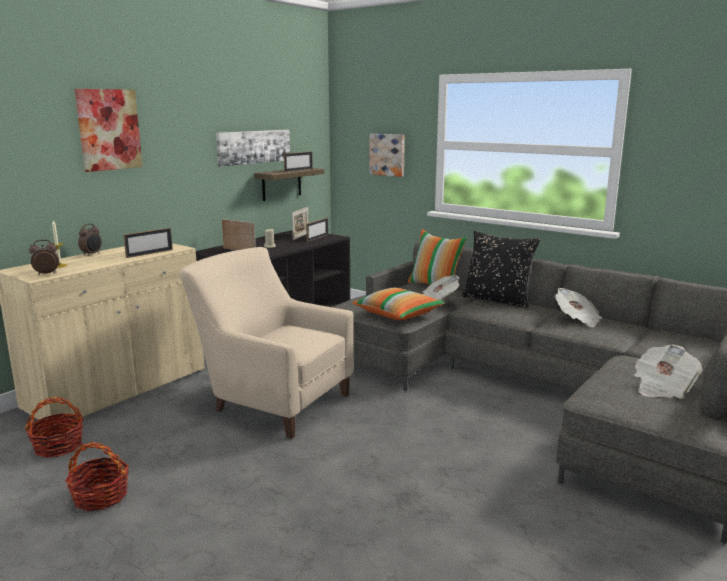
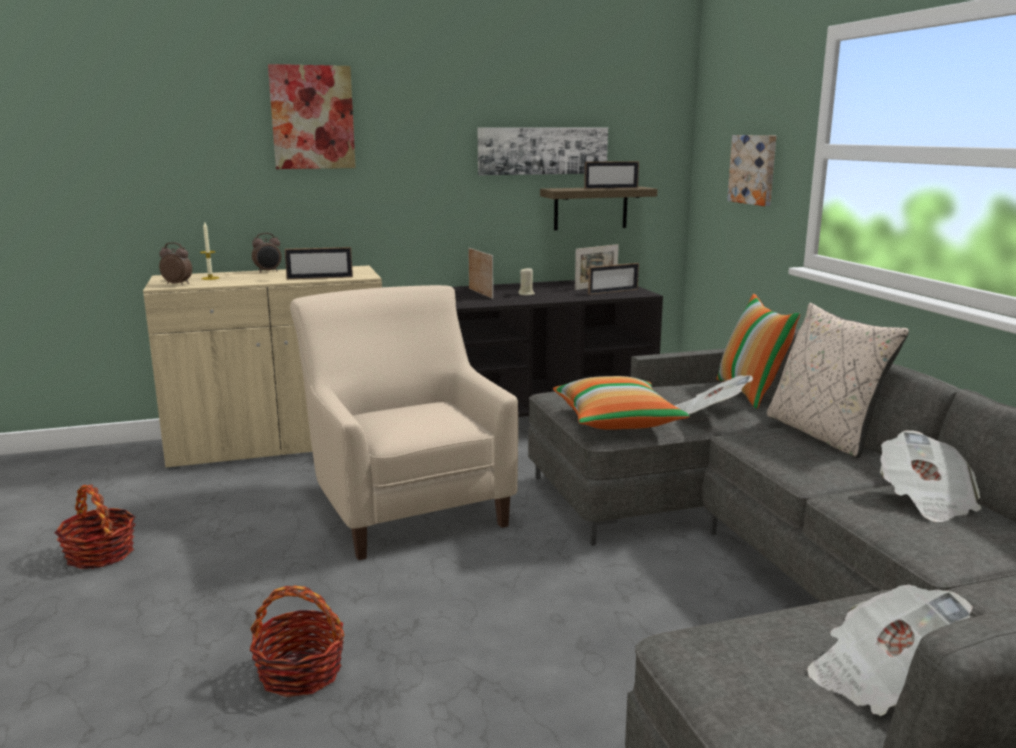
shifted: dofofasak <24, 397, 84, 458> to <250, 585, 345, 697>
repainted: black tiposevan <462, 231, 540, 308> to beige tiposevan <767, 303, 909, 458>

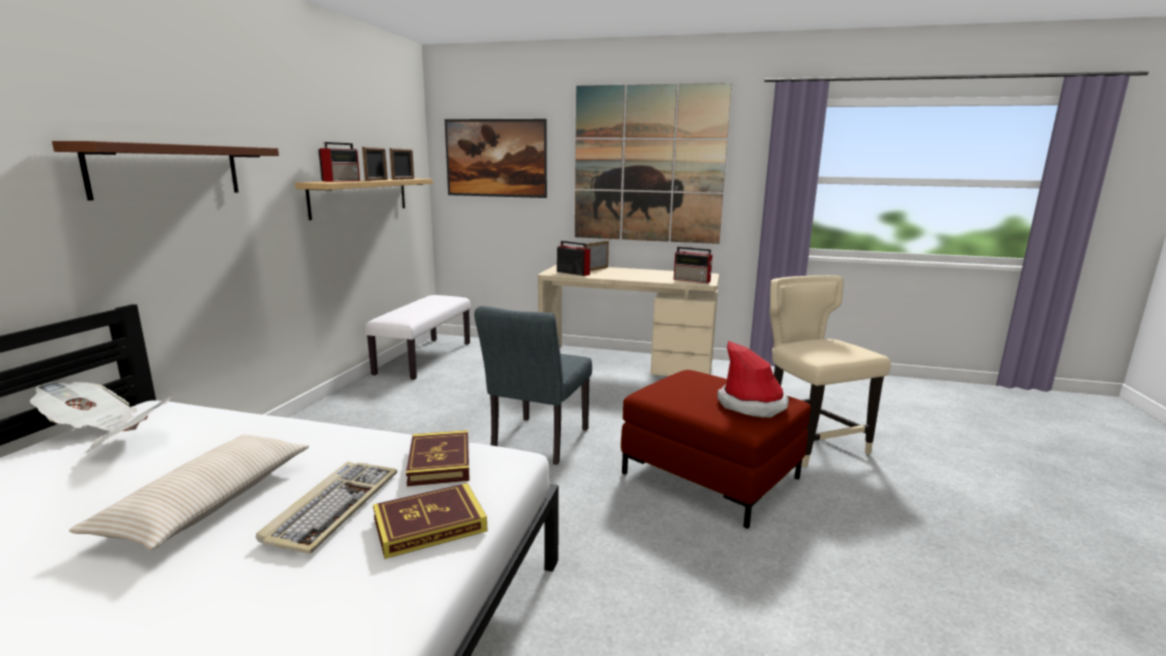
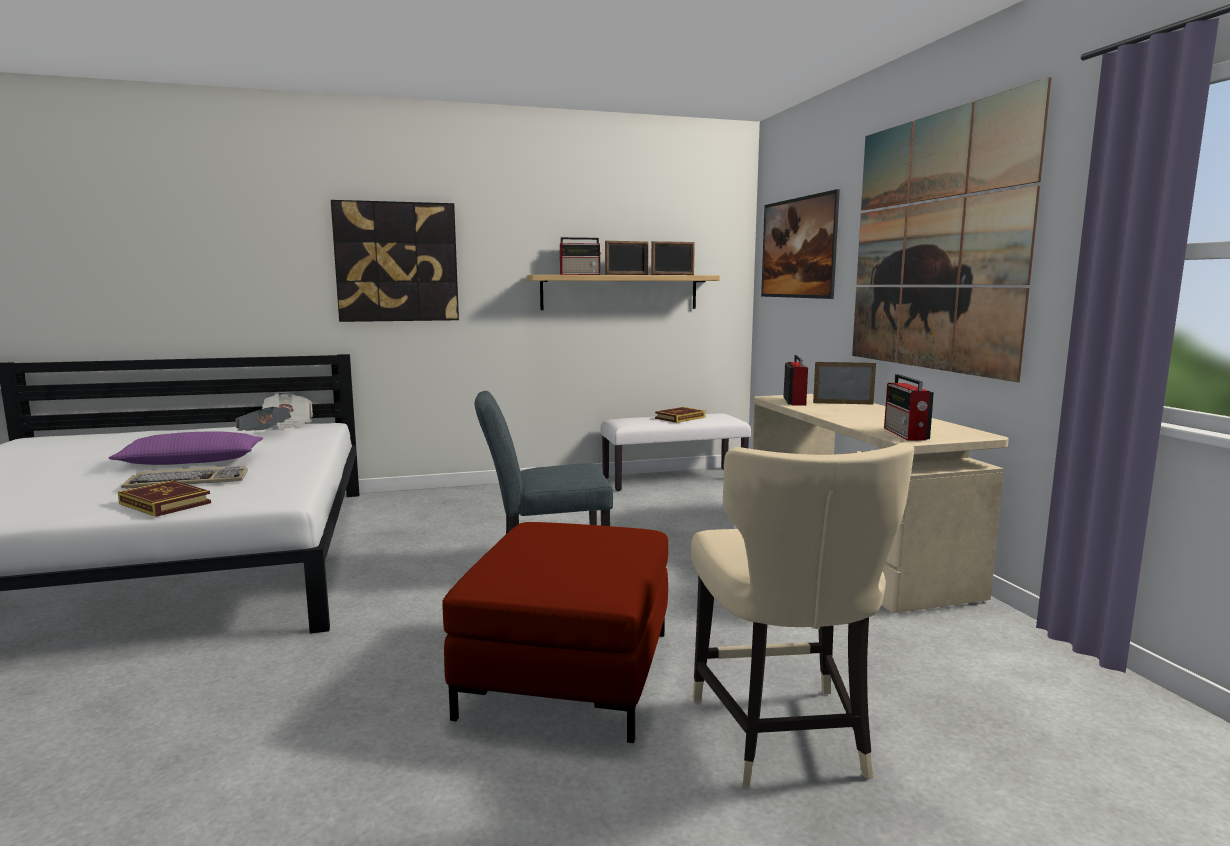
gone: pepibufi <717, 341, 789, 418>
shifted: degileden <406, 430, 470, 486> to <655, 407, 705, 423>
swapped: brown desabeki <52, 141, 279, 201> to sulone <331, 200, 459, 322>
repainted: beige tiposevan <69, 435, 309, 550> to purple tiposevan <108, 432, 263, 465>
rotated: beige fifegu <769, 275, 891, 467> = <691, 443, 914, 788> 135 degrees clockwise

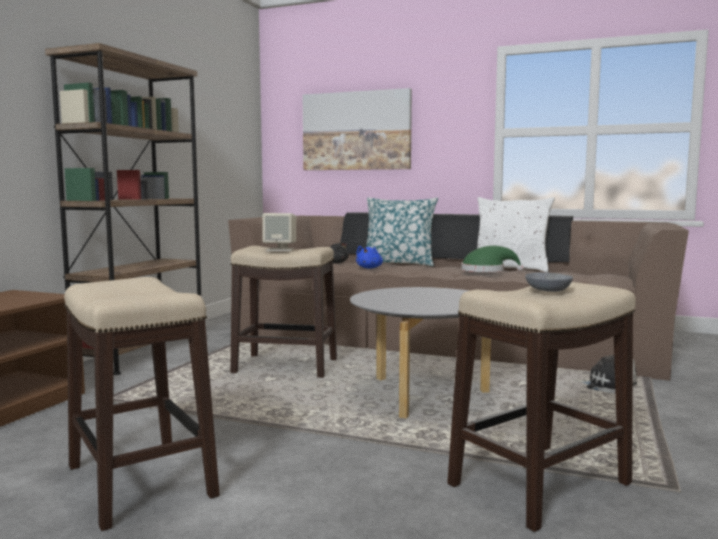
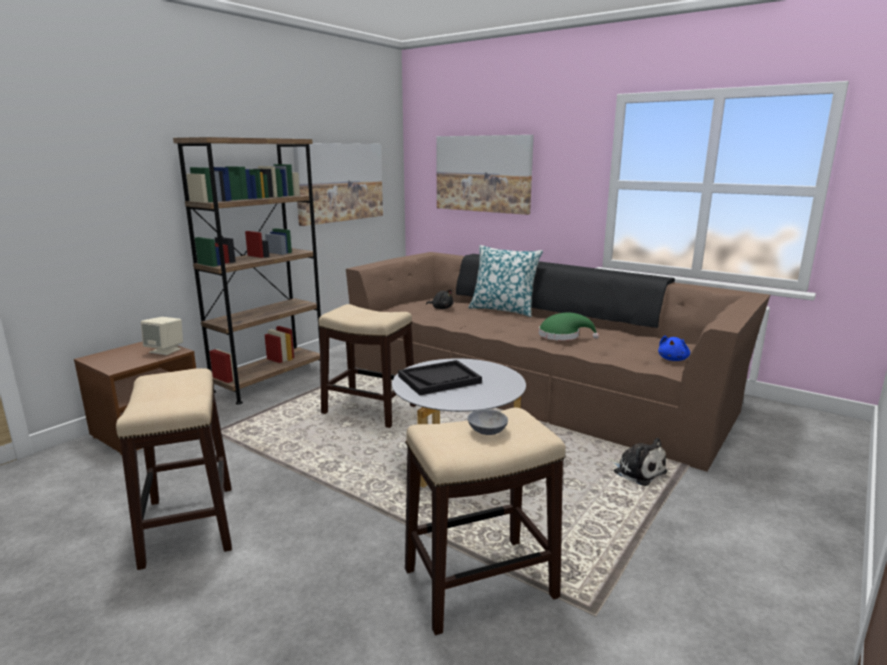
gone: white tiposevan <477, 197, 555, 272>
new: sulone <293, 143, 383, 226>; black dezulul <398, 360, 482, 395>
shifted: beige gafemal <262, 213, 296, 251> to <141, 317, 183, 355>; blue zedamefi <356, 246, 383, 269> to <658, 336, 690, 361>

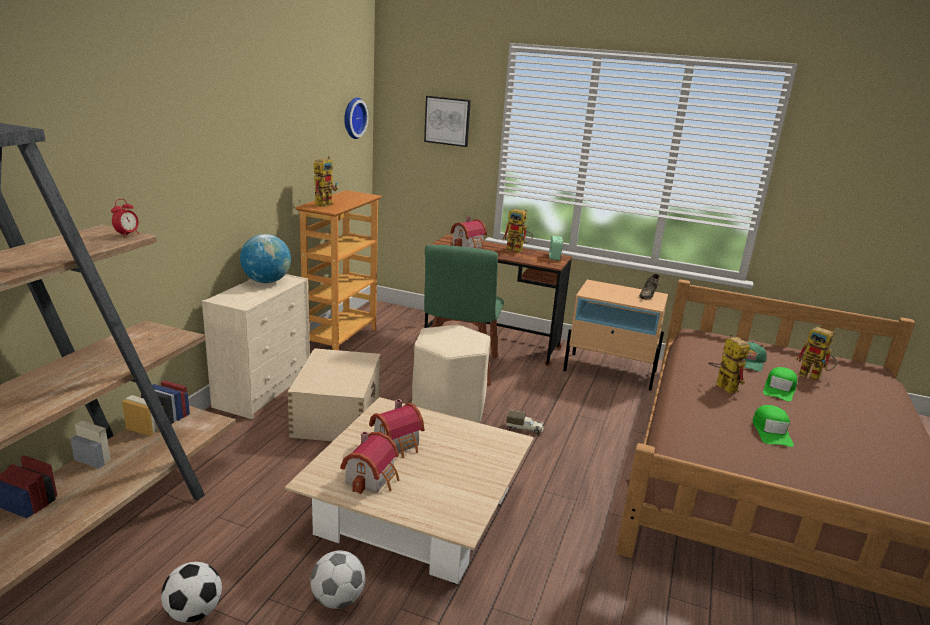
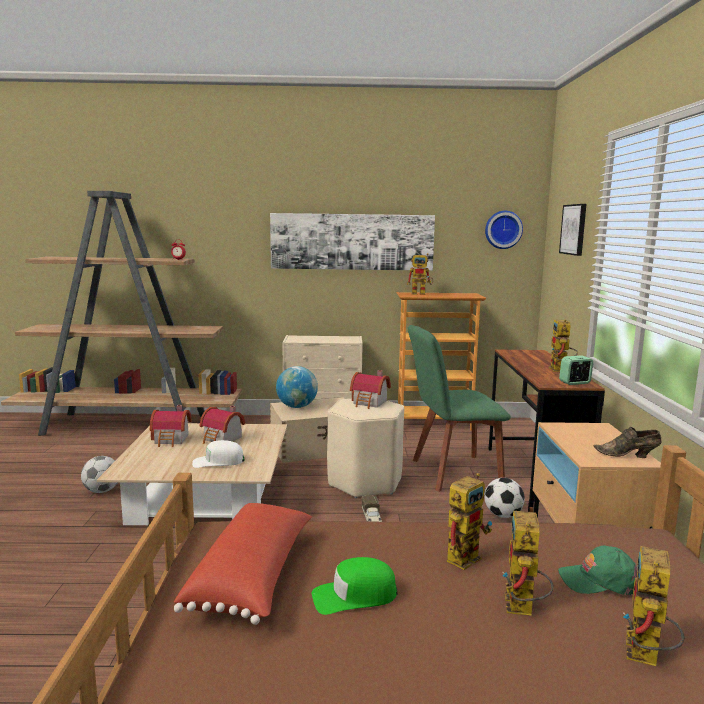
new: red tiposevan <174, 503, 312, 625>; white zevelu <192, 440, 244, 468>; sulone <270, 213, 435, 271>
shifted: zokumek <161, 562, 222, 623> to <484, 478, 525, 518>; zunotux <240, 234, 291, 283> to <276, 366, 318, 408>; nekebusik <450, 216, 487, 249> to <350, 370, 391, 409>
swapped: green zevelu <763, 367, 797, 402> to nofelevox <502, 511, 554, 616>

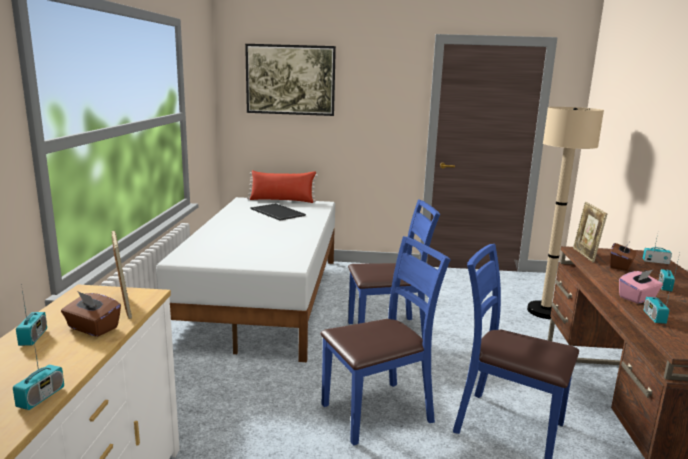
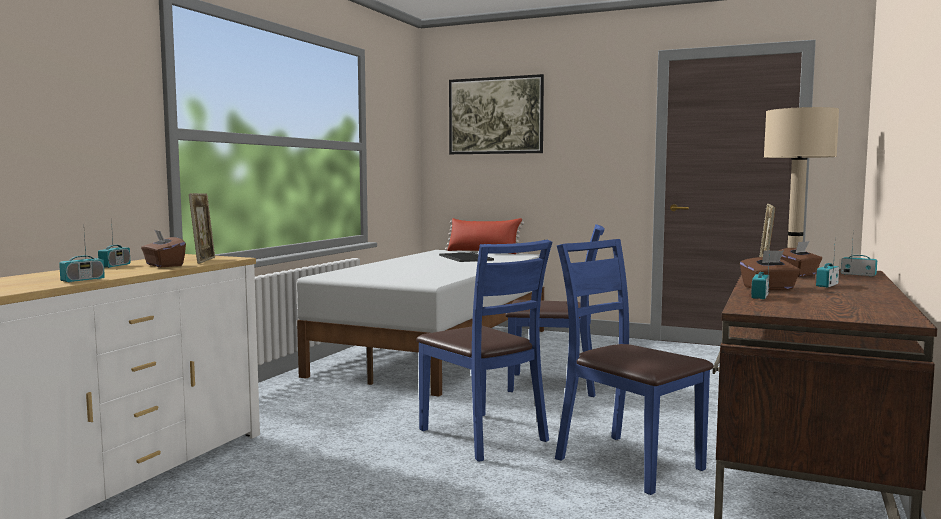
repainted: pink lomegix <619, 270, 663, 304> to brown lomegix <740, 250, 800, 290>
rotated: blue fifegu <320, 236, 451, 446> = <416, 240, 552, 462> 60 degrees clockwise

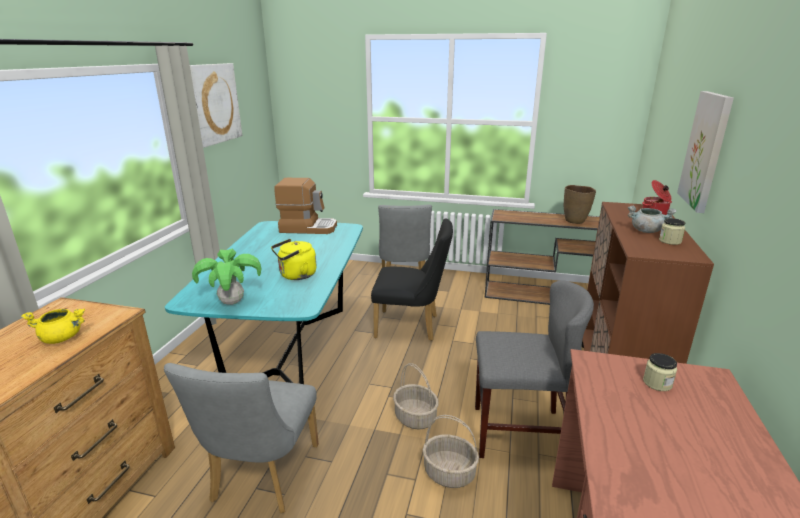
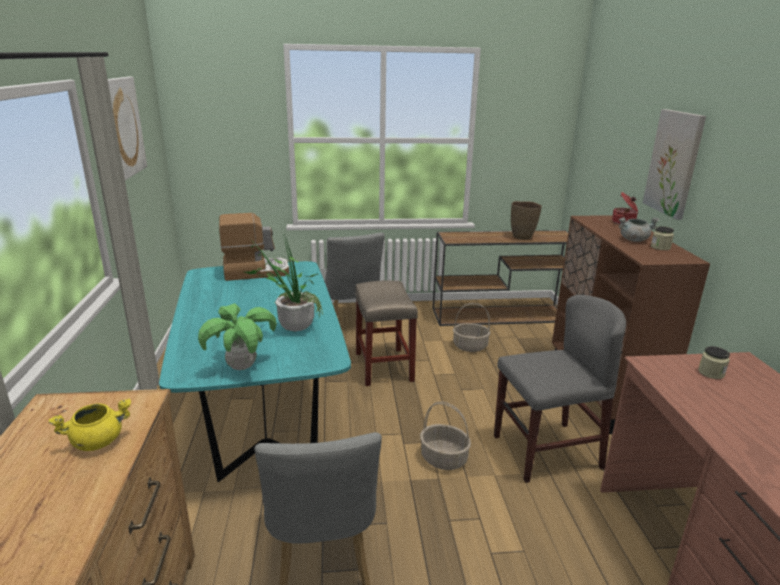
shifted: dofofasak <423, 415, 479, 488> to <453, 303, 491, 352>
swapped: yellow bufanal <271, 239, 317, 280> to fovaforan <245, 234, 323, 332>; black fifegu <371, 218, 453, 341> to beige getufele <355, 280, 418, 386>

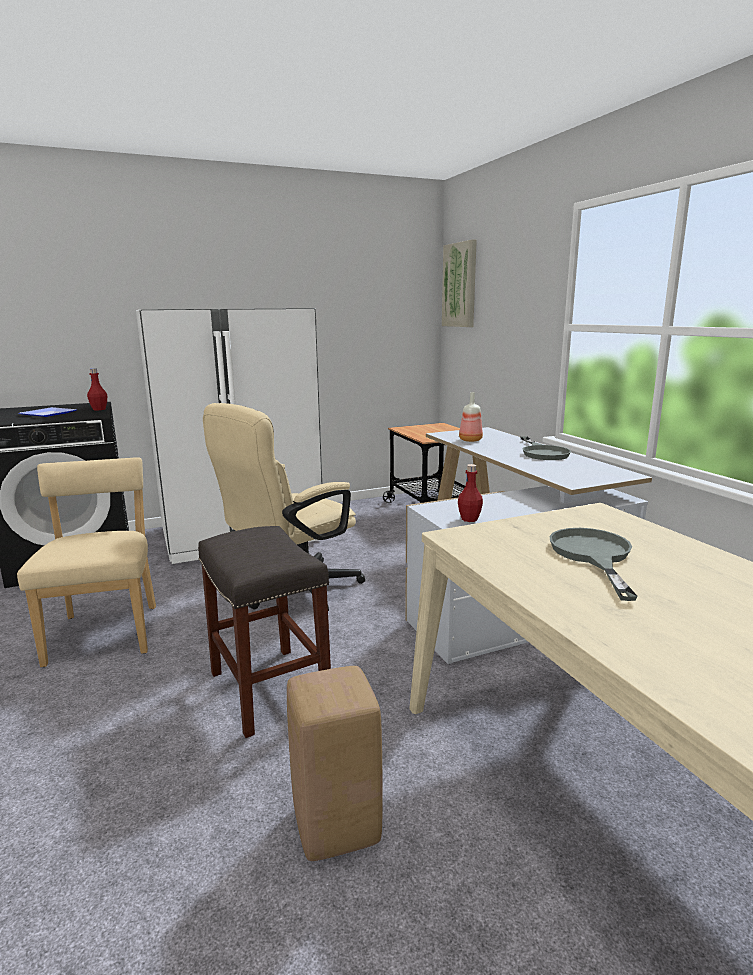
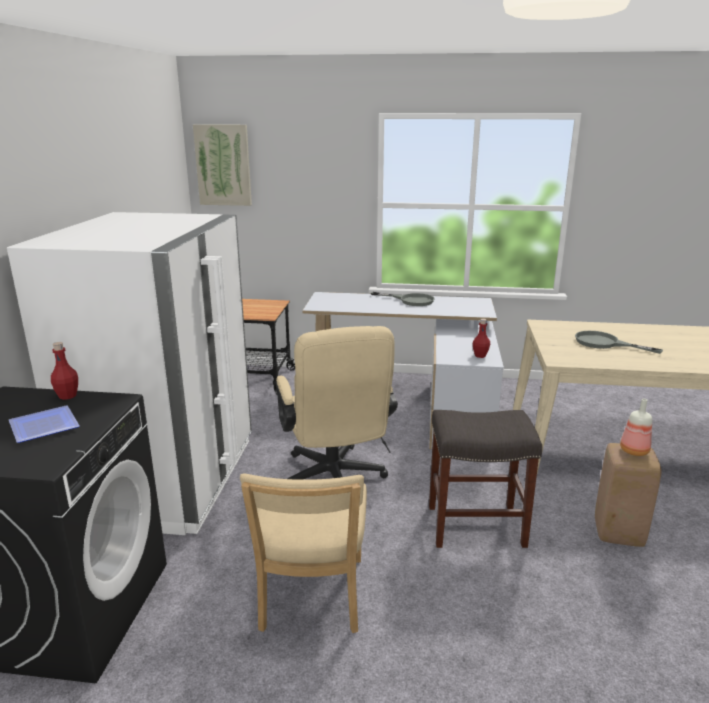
shifted: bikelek <459, 392, 483, 442> to <620, 398, 652, 456>
rotated: beige fifegu <17, 457, 156, 667> = <240, 473, 367, 633> 105 degrees counterclockwise

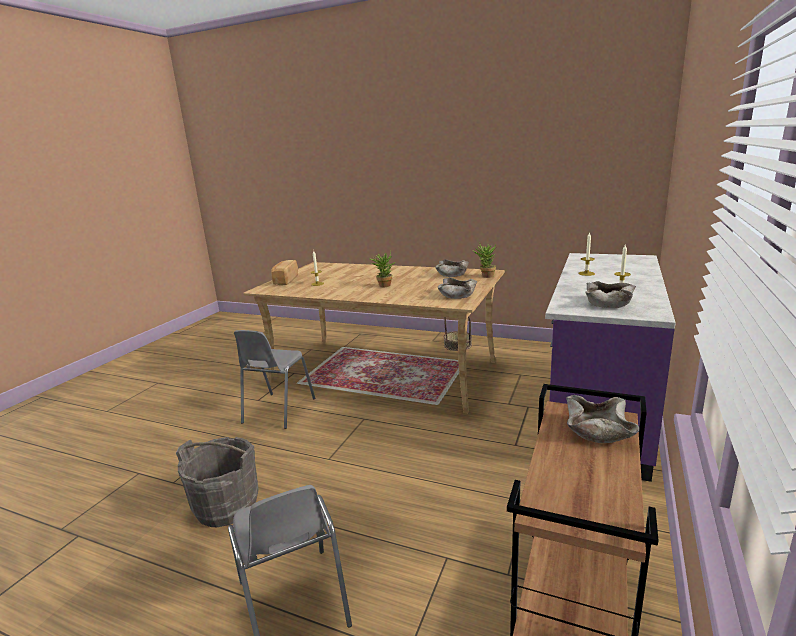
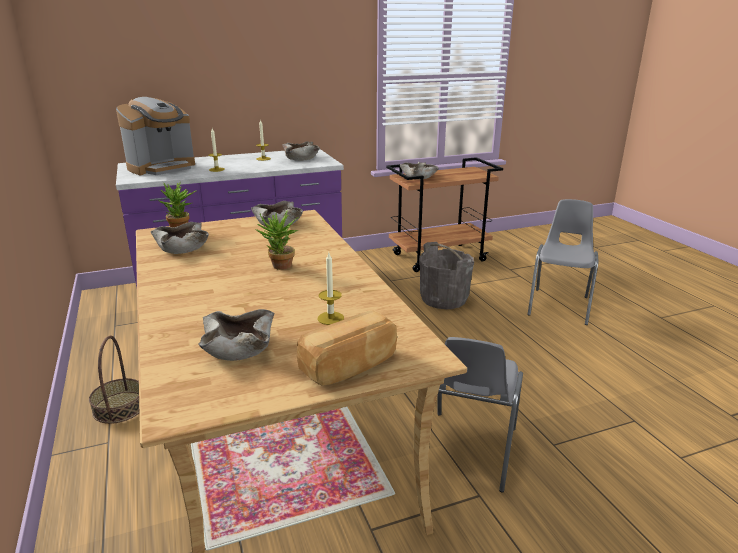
new: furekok <116, 97, 195, 175>; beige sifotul <199, 309, 274, 361>
shifted: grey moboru <176, 437, 259, 527> to <419, 242, 474, 309>
rotated: grey fifegu <234, 330, 315, 429> = <437, 337, 523, 492> 135 degrees clockwise

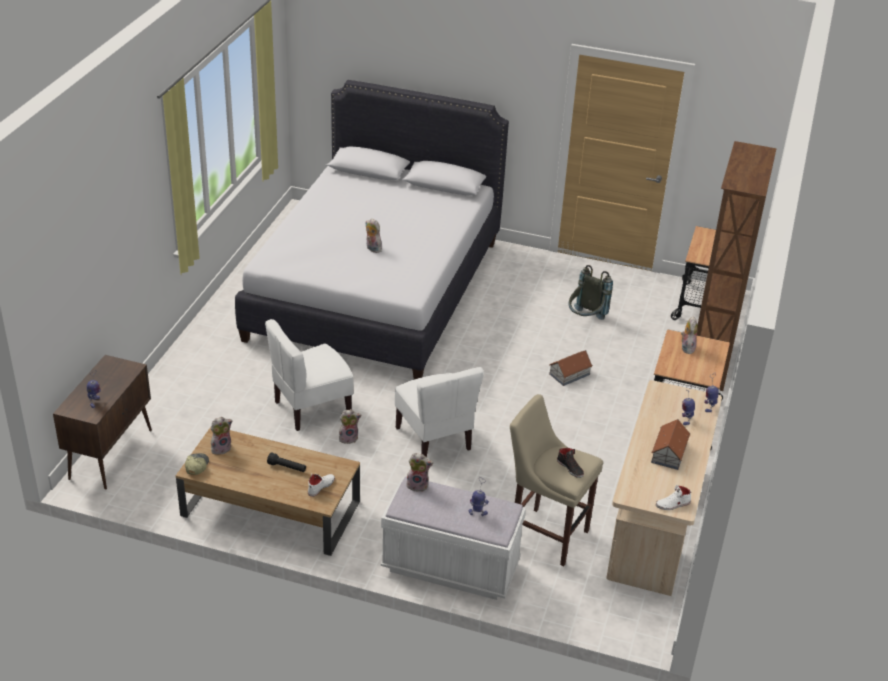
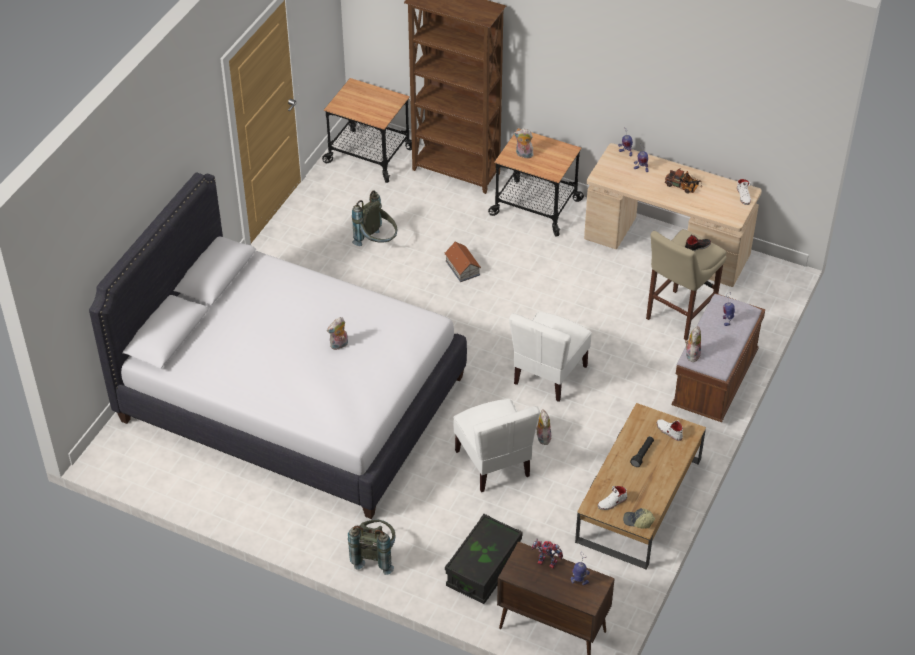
new: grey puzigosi <348, 519, 395, 575>; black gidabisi <445, 514, 523, 604>; nofelevox <532, 538, 563, 569>
swapped: zedamefi <211, 417, 232, 455> to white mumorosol <598, 486, 627, 510>; nekebusik <651, 419, 690, 470> to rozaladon <665, 168, 702, 194>
repainted: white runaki <381, 476, 526, 600> to brown runaki <672, 293, 765, 422>
rotated: white fifegu <395, 367, 484, 458> = <509, 311, 591, 402> 135 degrees clockwise

